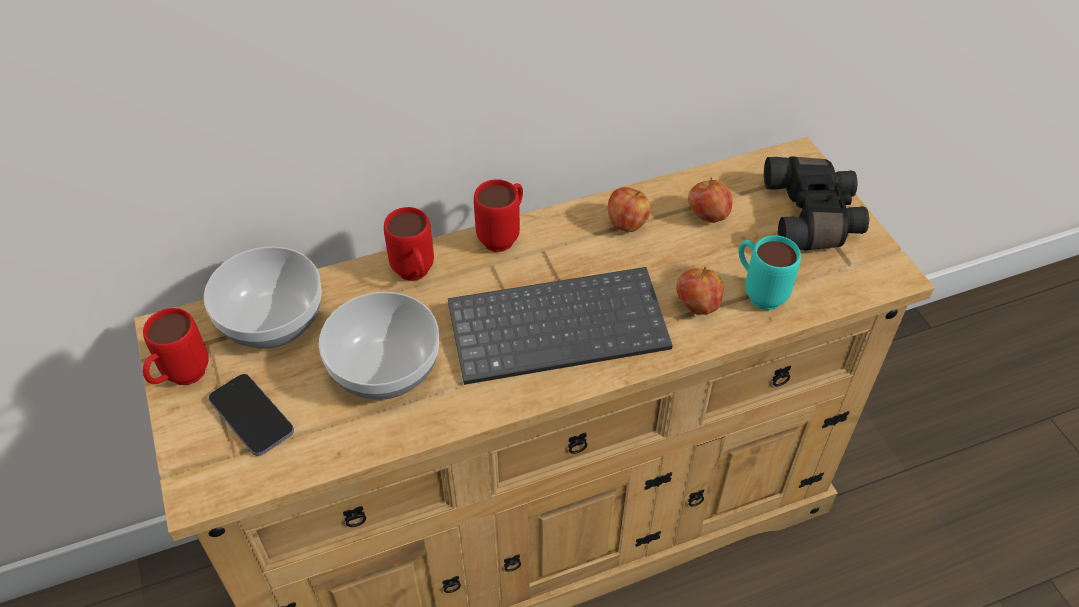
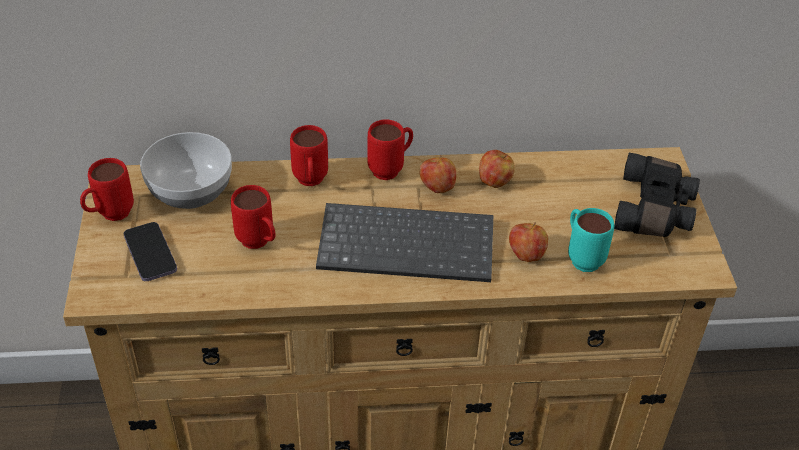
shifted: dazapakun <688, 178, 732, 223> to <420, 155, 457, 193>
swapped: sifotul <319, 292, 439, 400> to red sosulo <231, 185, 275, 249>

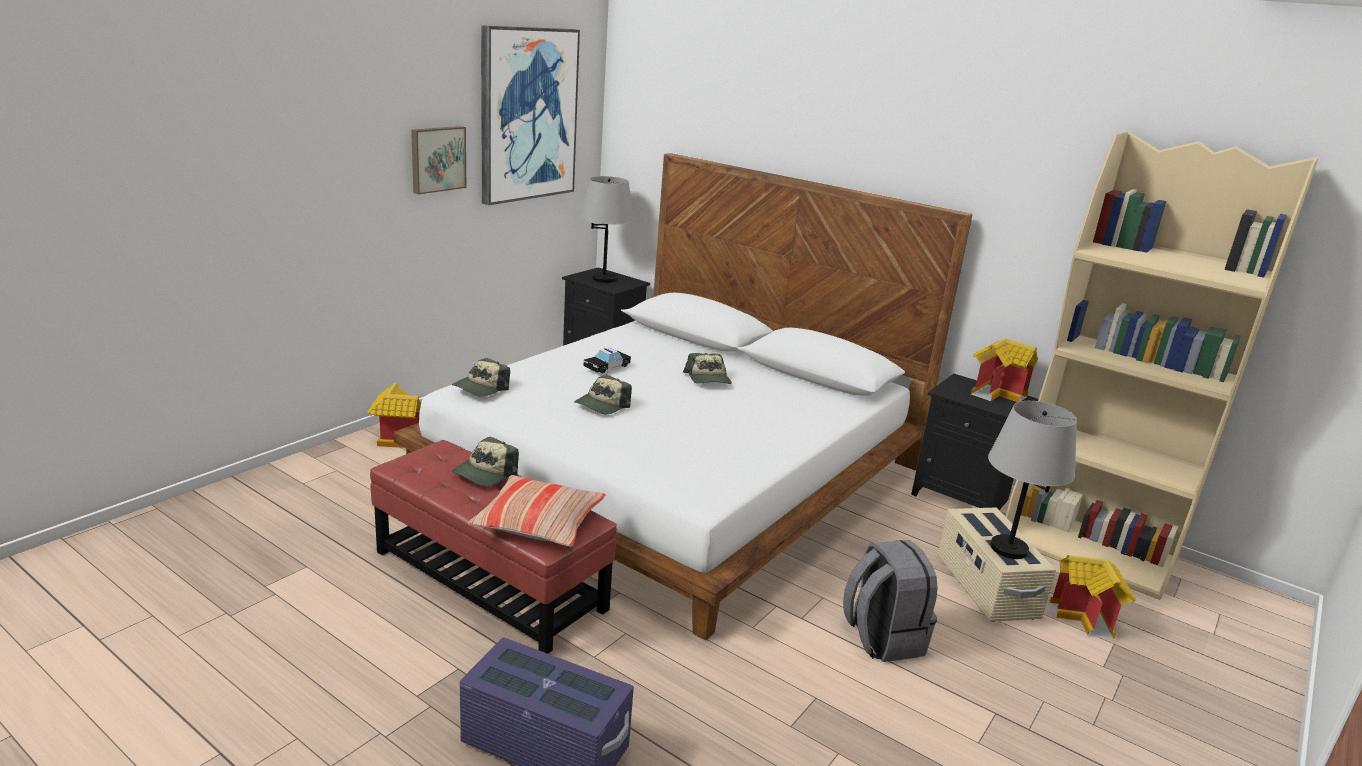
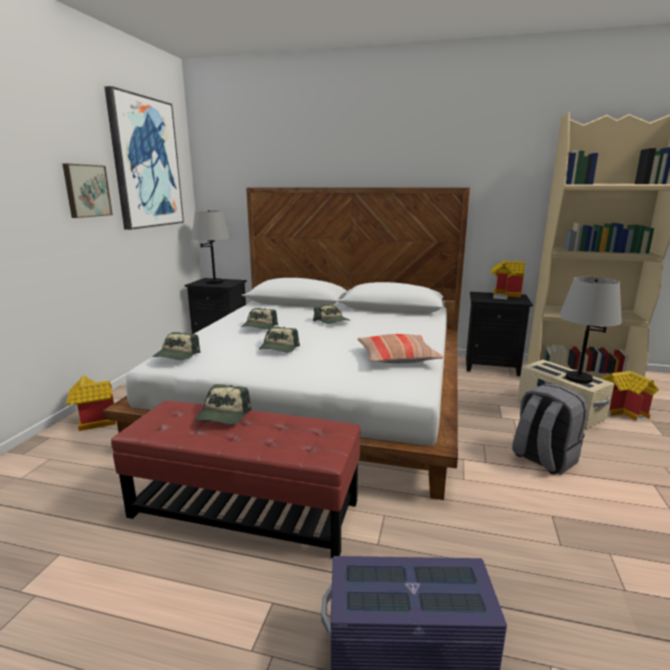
shifted: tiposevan <468, 475, 606, 547> to <357, 334, 443, 363>
swapped: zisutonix <584, 348, 631, 374> to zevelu <241, 308, 278, 330>

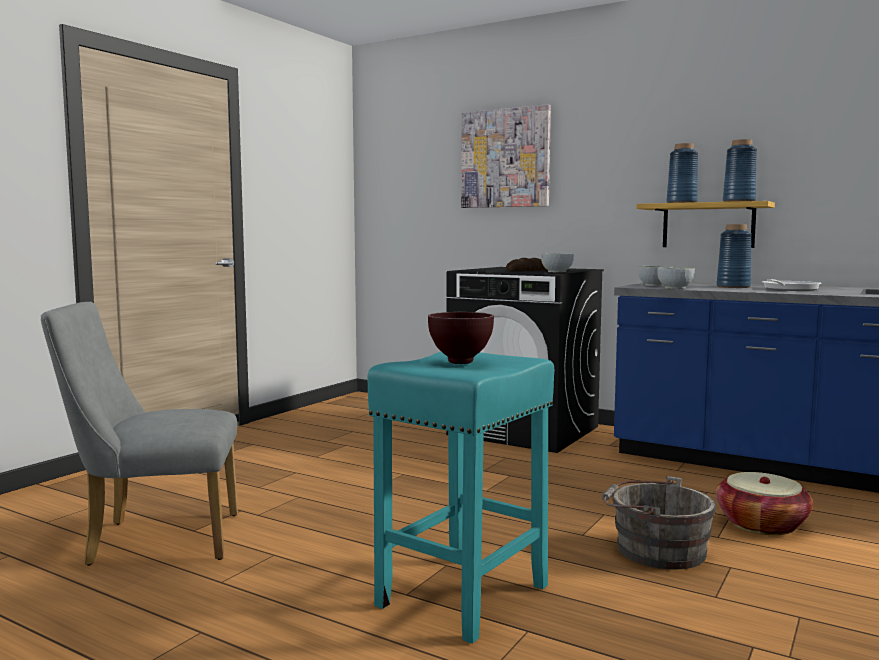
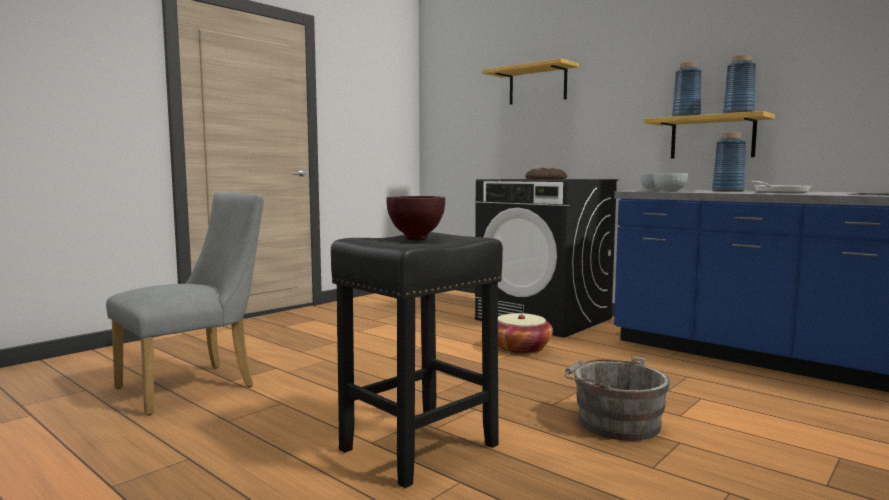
gone: sifotul <541, 253, 574, 272>
shifted: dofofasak <716, 472, 813, 535> to <498, 313, 553, 354>
swapped: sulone <461, 104, 551, 208> to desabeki <482, 58, 579, 105>
repainted: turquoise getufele <367, 352, 554, 644> to black getufele <331, 232, 503, 488>
rotated: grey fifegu <41, 302, 238, 566> = <106, 192, 264, 416> 135 degrees clockwise

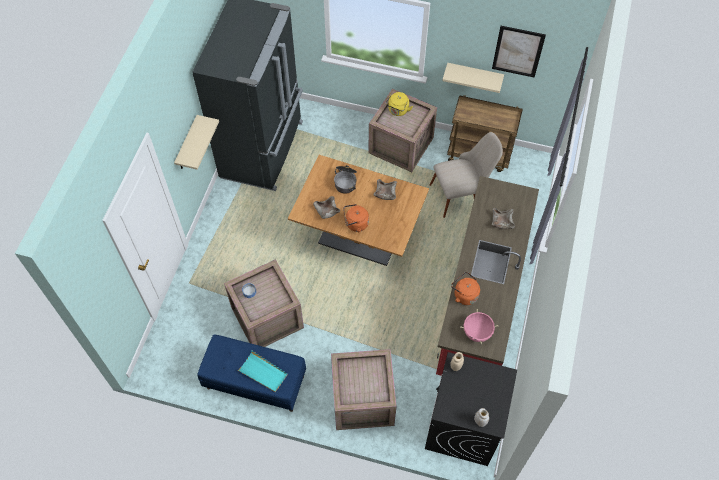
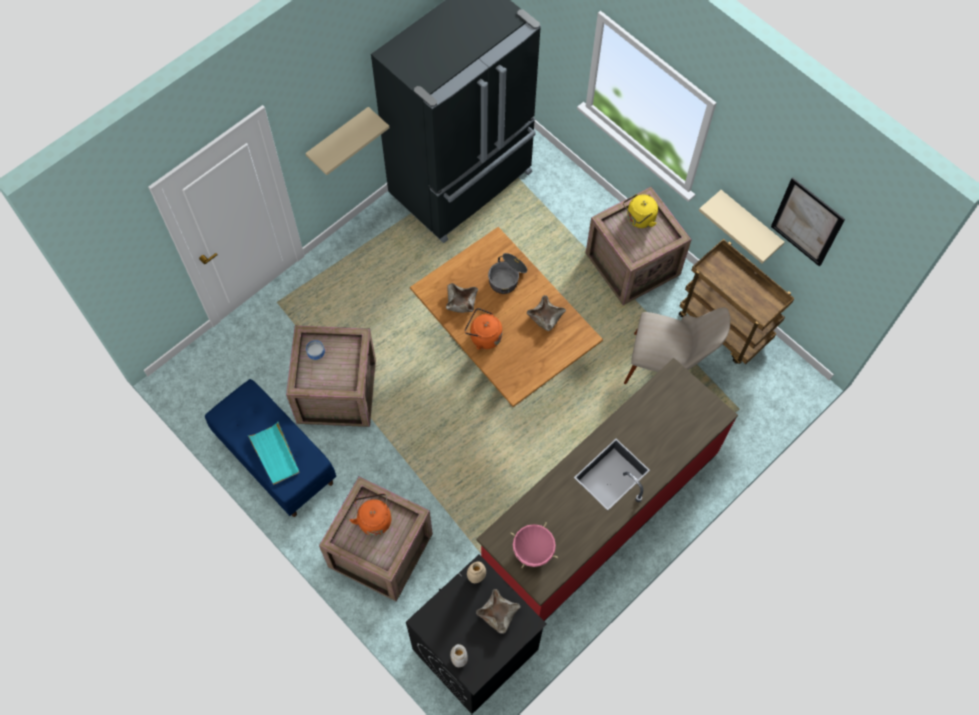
shifted: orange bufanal <451, 272, 480, 305> to <350, 494, 391, 536>; beige sifotul <492, 208, 515, 229> to <476, 589, 520, 634>

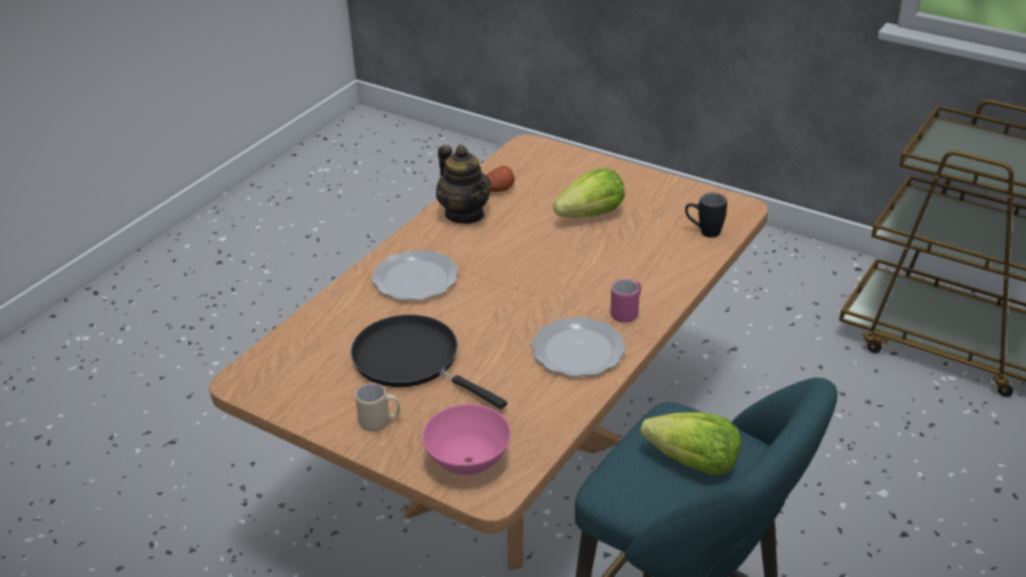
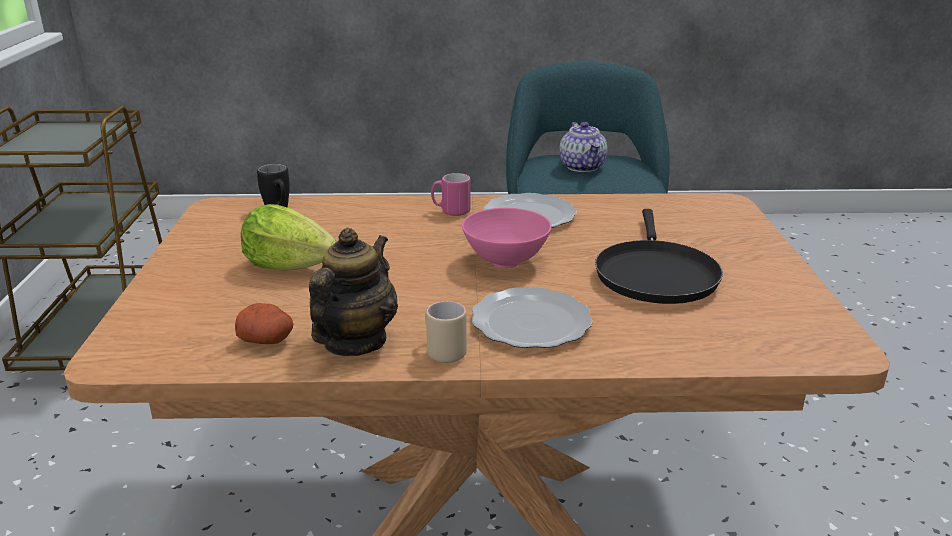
shifted: beige sosulo <355, 383, 400, 431> to <425, 301, 467, 363>; pink sifotul <422, 404, 511, 475> to <462, 208, 552, 268>
swapped: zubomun <641, 412, 741, 475> to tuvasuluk <559, 122, 607, 172>

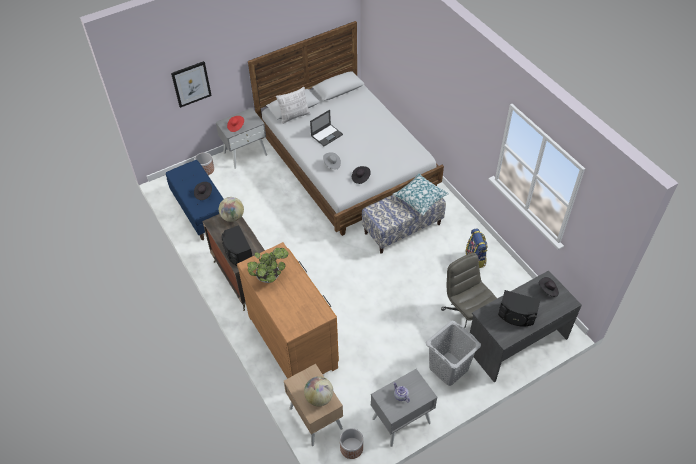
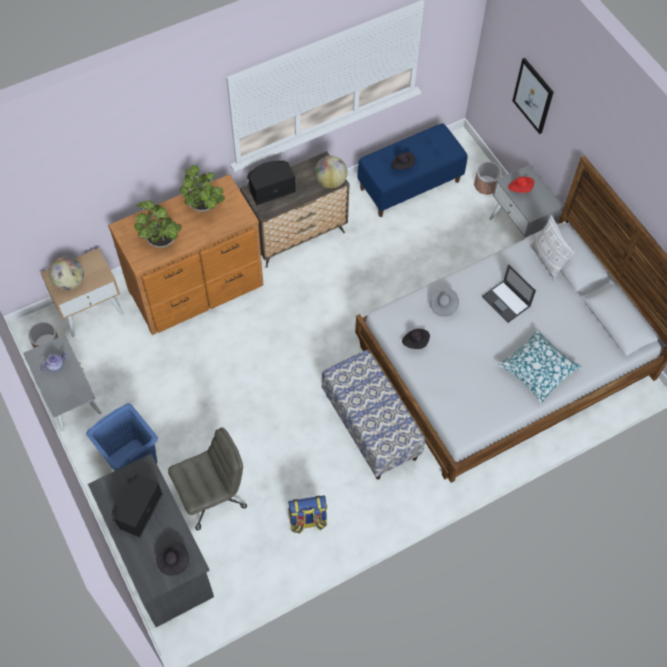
new: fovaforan <134, 201, 182, 248>
shifted: tiposevan <393, 173, 449, 215> to <498, 329, 581, 403>
repainted: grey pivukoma <426, 321, 481, 386> to blue pivukoma <86, 403, 158, 471>

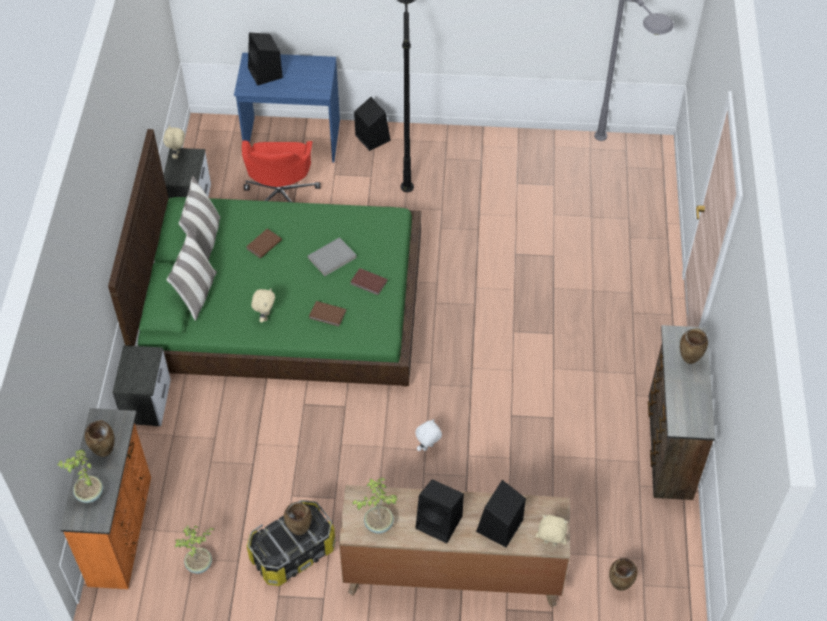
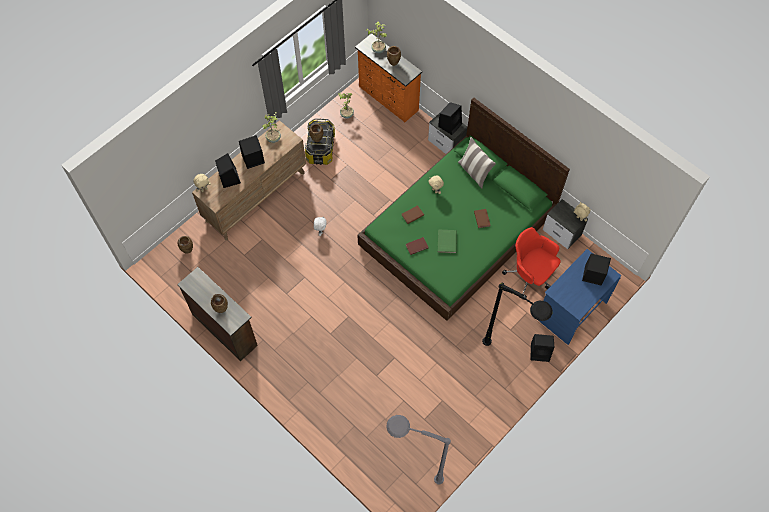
gone: tiposevan <179, 176, 220, 261>
new: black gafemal <438, 102, 462, 135>
repainted: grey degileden <308, 237, 357, 276> to green degileden <438, 229, 457, 253>

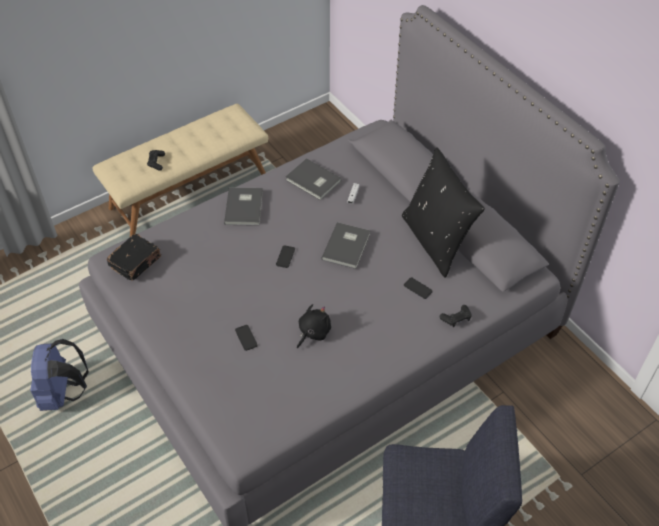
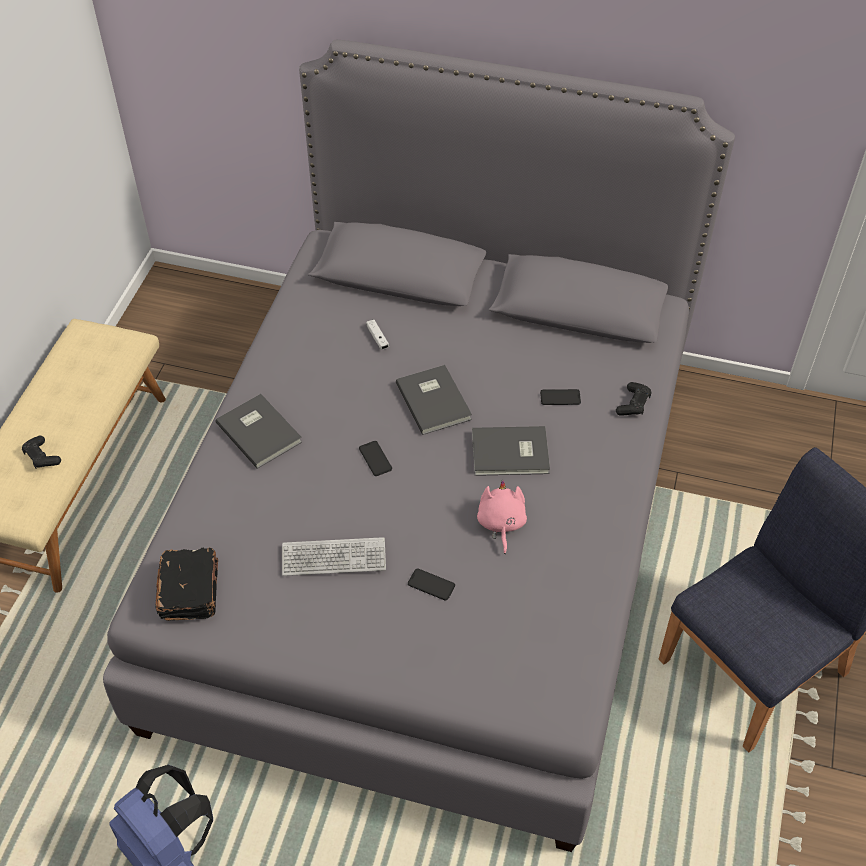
gone: black tiposevan <402, 147, 485, 278>
new: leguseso <282, 537, 386, 576>
shifted: grey degileden <285, 158, 342, 200> to <472, 426, 550, 476>
repainted: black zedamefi <297, 304, 331, 348> to pink zedamefi <477, 480, 527, 554>

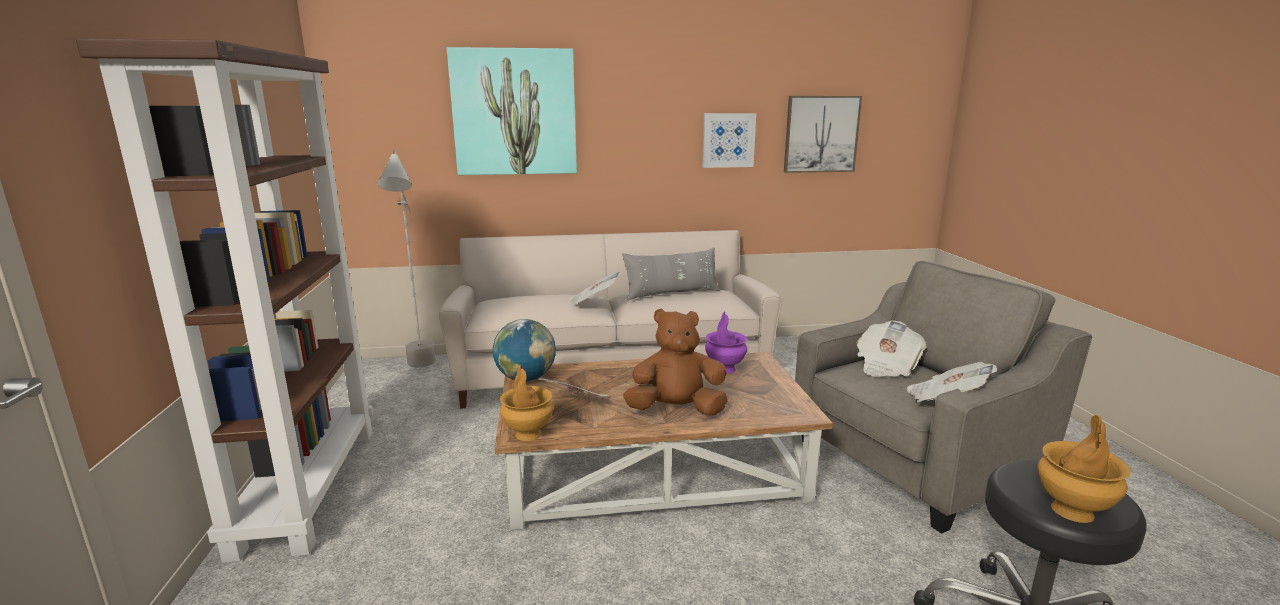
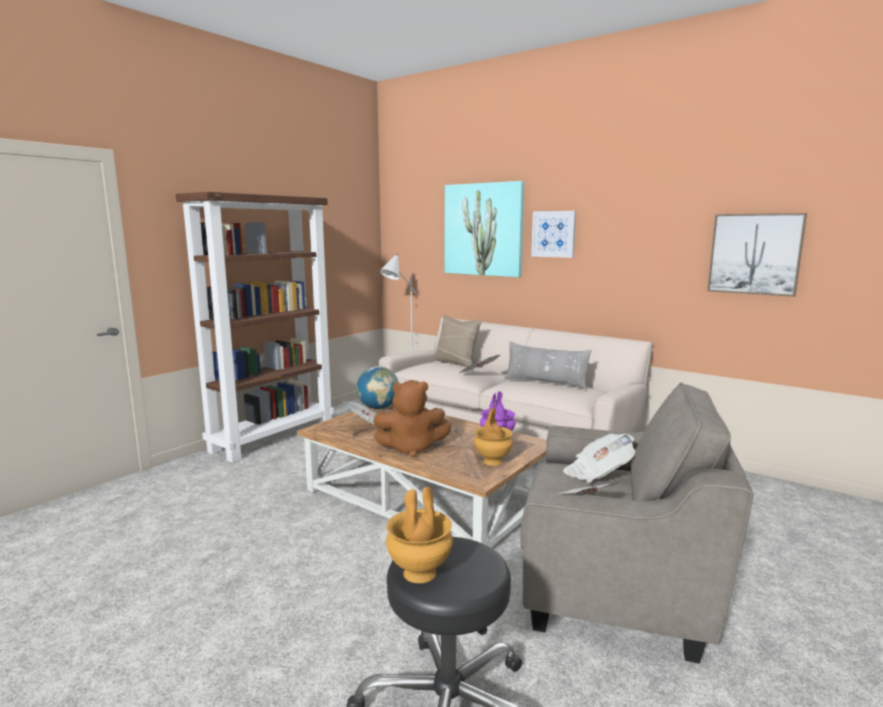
new: beige tiposevan <433, 315, 482, 367>
shifted: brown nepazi <500, 364, 553, 441> to <474, 408, 513, 466>; sulone <702, 113, 756, 168> to <531, 211, 576, 258>
rotated: brown zedamefi <623, 308, 728, 416> = <373, 380, 452, 457> 135 degrees clockwise

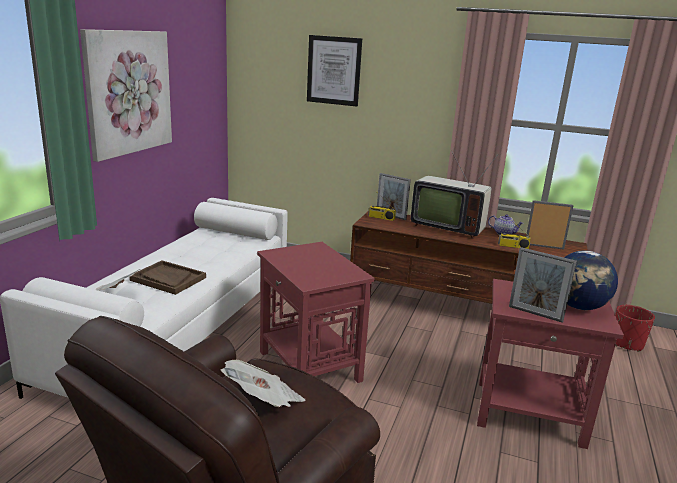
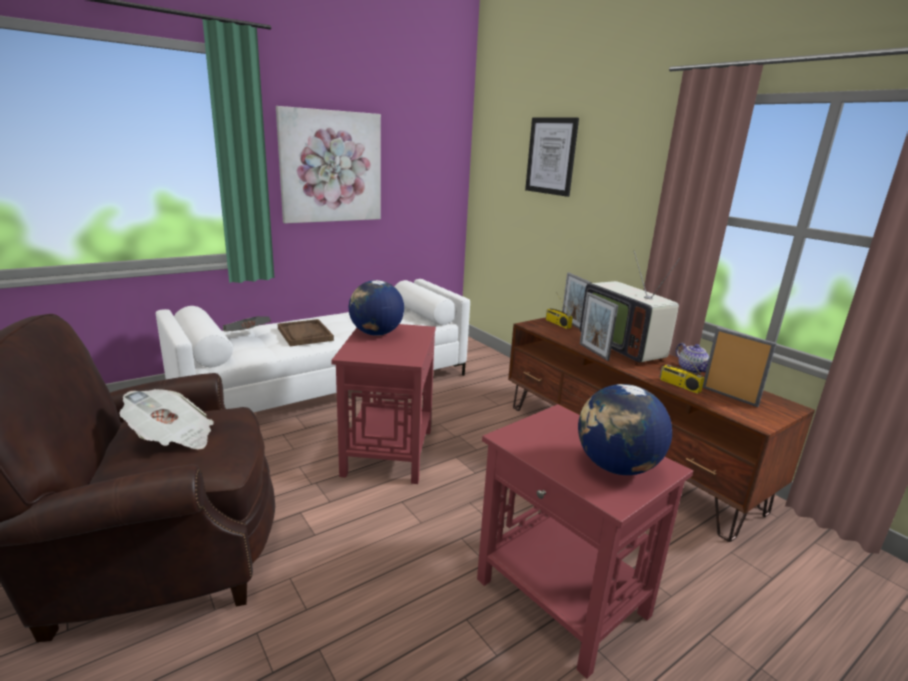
gone: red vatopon <615, 305, 655, 352>
new: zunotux <349, 280, 404, 336>
shifted: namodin <509, 247, 577, 323> to <580, 292, 618, 361>

